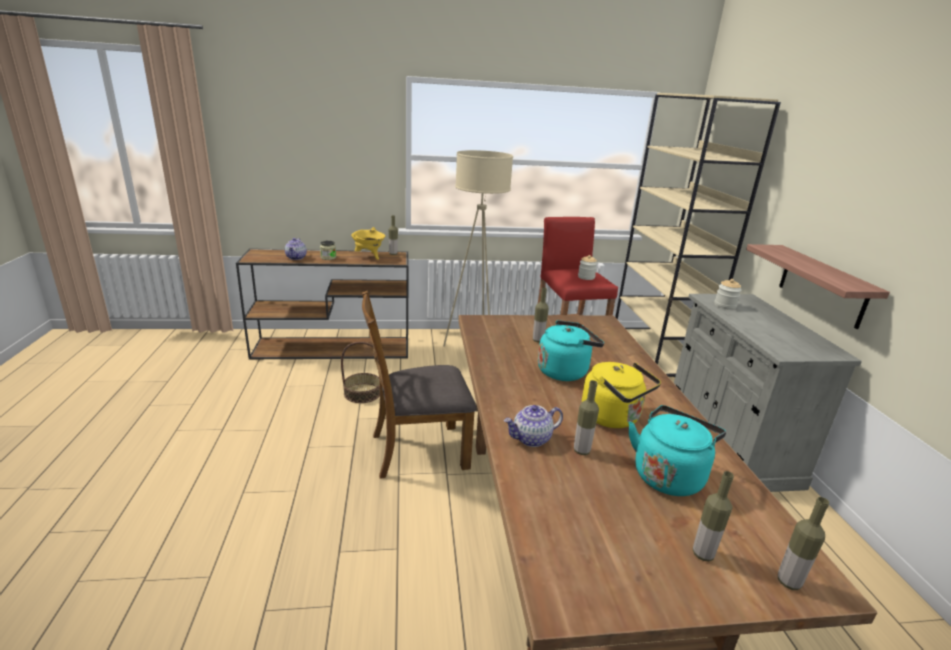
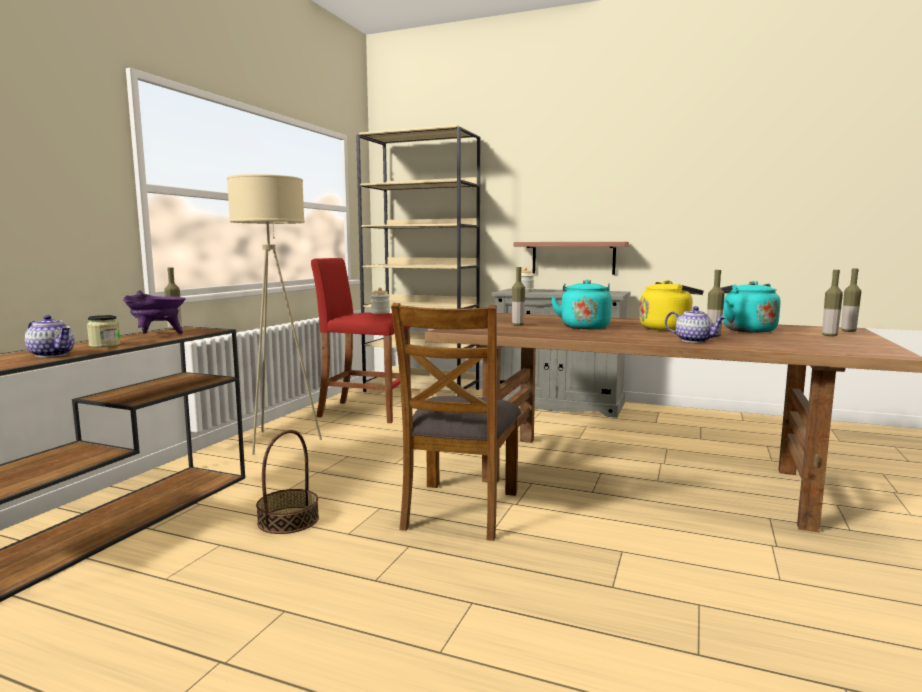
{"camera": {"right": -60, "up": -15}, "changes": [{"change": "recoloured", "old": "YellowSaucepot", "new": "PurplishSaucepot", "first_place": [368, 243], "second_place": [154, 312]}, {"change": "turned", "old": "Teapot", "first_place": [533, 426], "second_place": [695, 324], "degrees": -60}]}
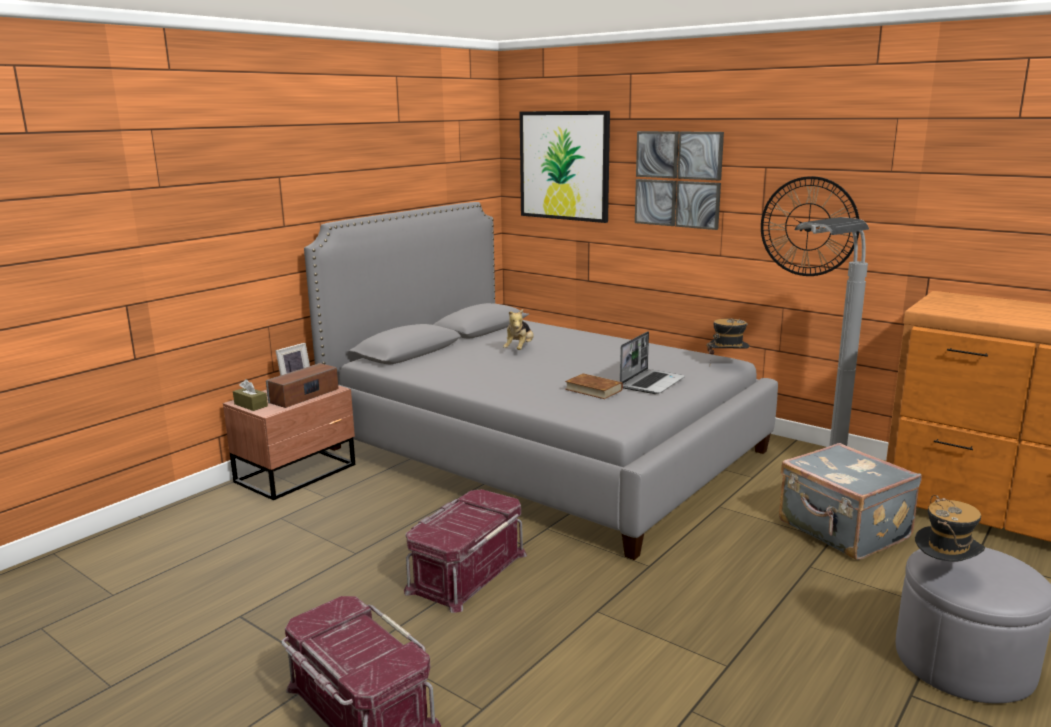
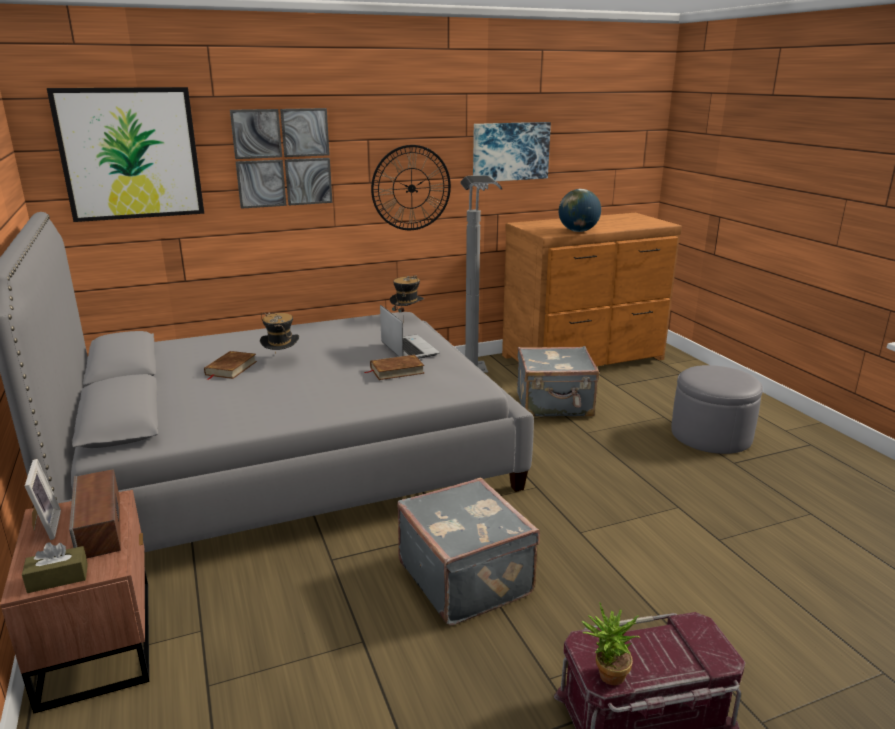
{"camera": {"right": -60, "up": 5}, "changes": [{"change": "added", "new": "Picture", "second_place": [512, 151]}, {"change": "added", "new": "Globe", "second_place": [580, 210]}, {"change": "added", "new": "PlantInAPot", "second_place": [610, 643]}, {"change": "moved", "old": "ClothingHat", "first_place": [950, 528], "second_place": [279, 333]}, {"change": "replaced", "old": "RedColouredStorageContainer", "new": "GraySuitcase", "first_place": [465, 551], "second_place": [468, 552]}, {"change": "replaced", "old": "SoftToy", "new": "BrownishVolume", "first_place": [518, 329], "second_place": [230, 365]}]}
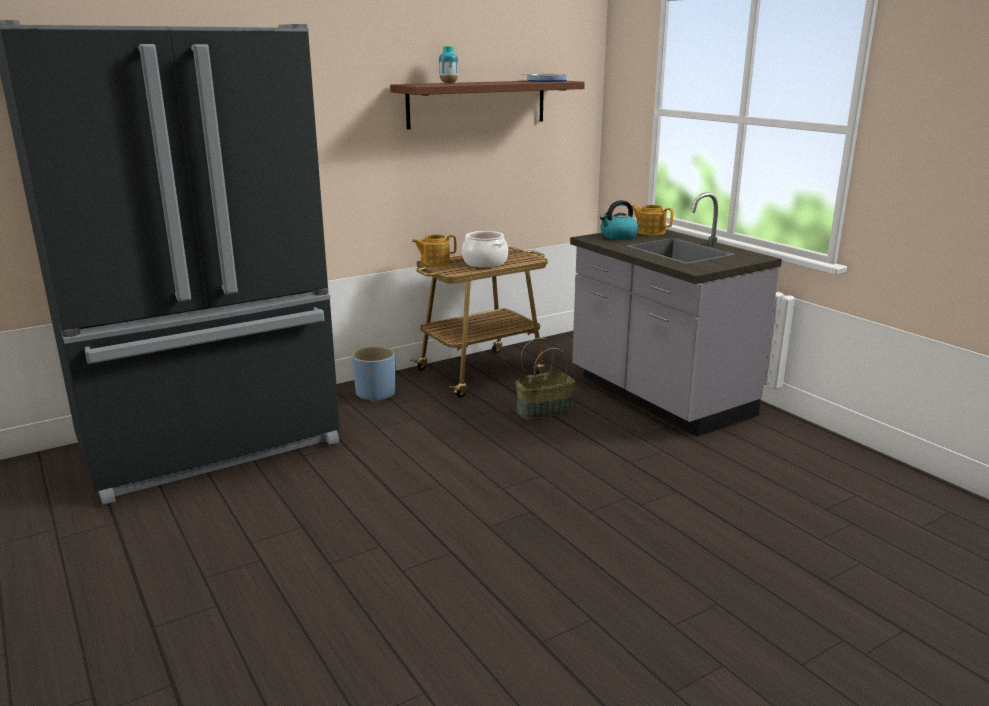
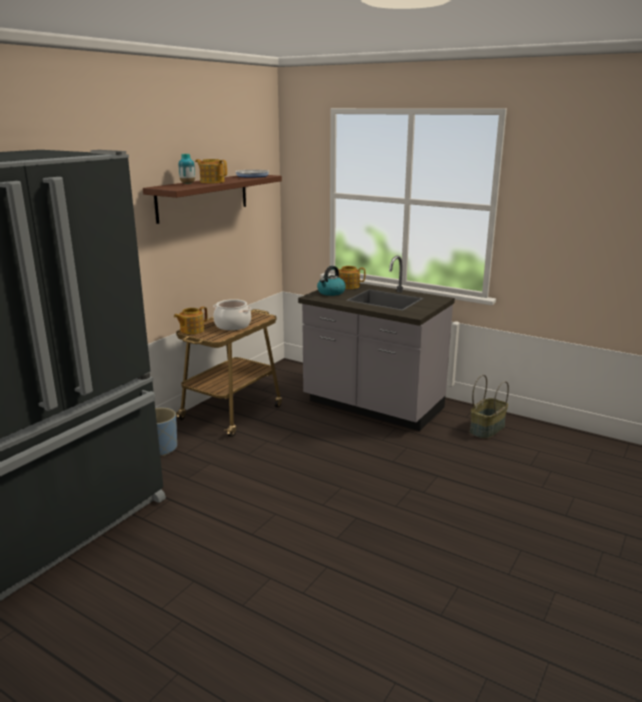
{"camera": {"right": -25, "up": 0}, "changes": [{"change": "added", "new": "Teapot", "second_place": [211, 171]}, {"change": "moved", "old": "HouseholdBasket", "first_place": [545, 379], "second_place": [489, 407]}]}
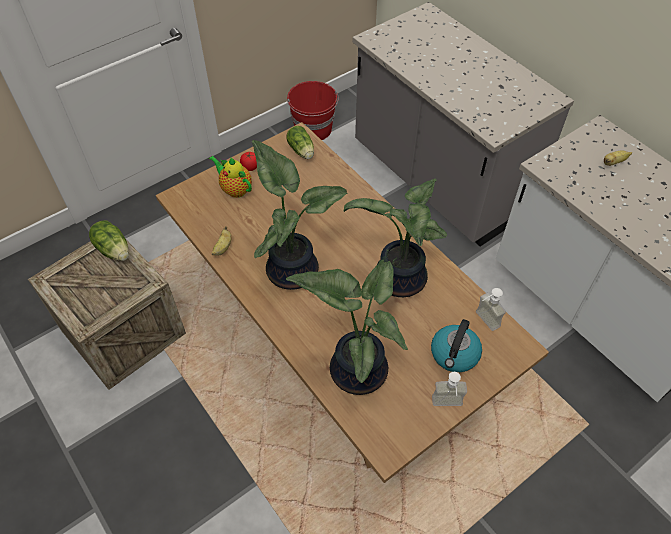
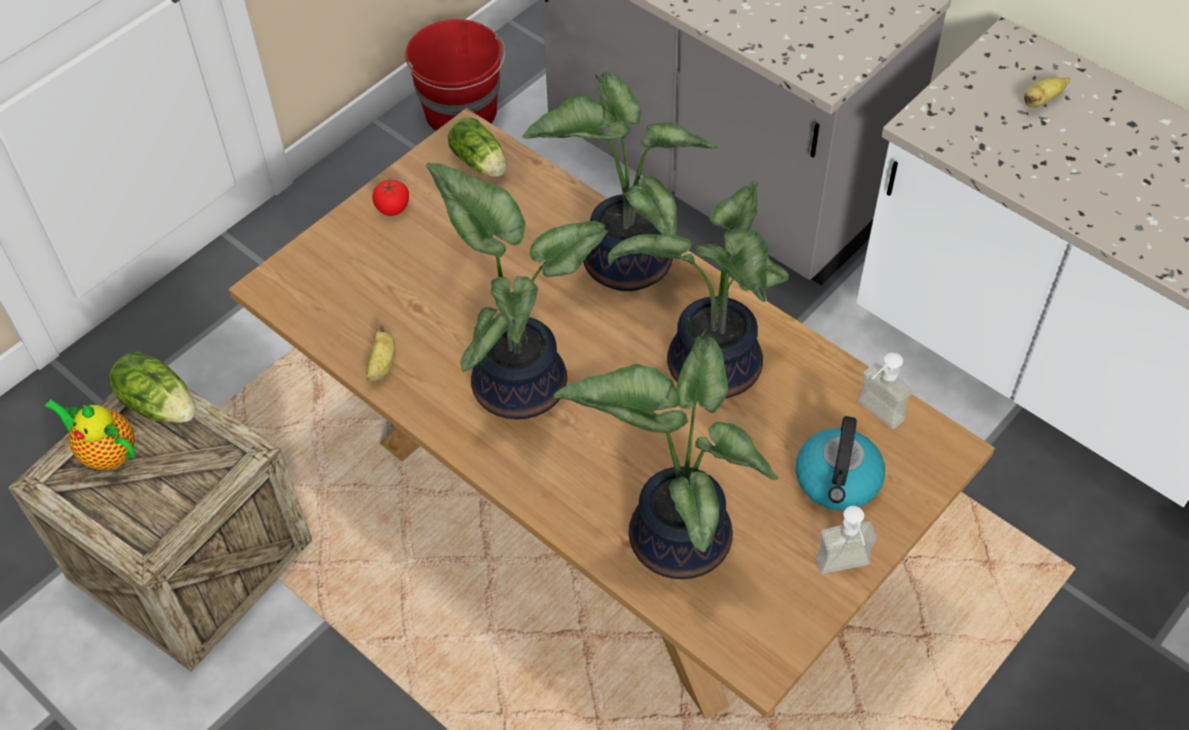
{"camera": {"right": -10, "up": 0}, "changes": [{"change": "added", "new": "PlantInAPot", "second_place": [620, 181]}, {"change": "moved", "old": "Teapot", "first_place": [230, 176], "second_place": [90, 434]}]}
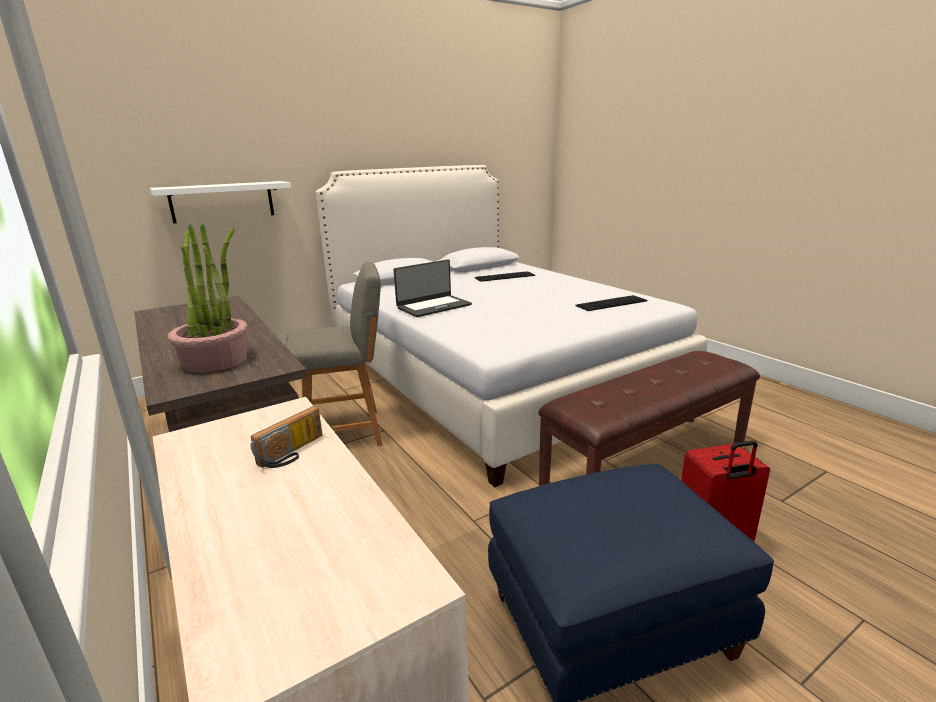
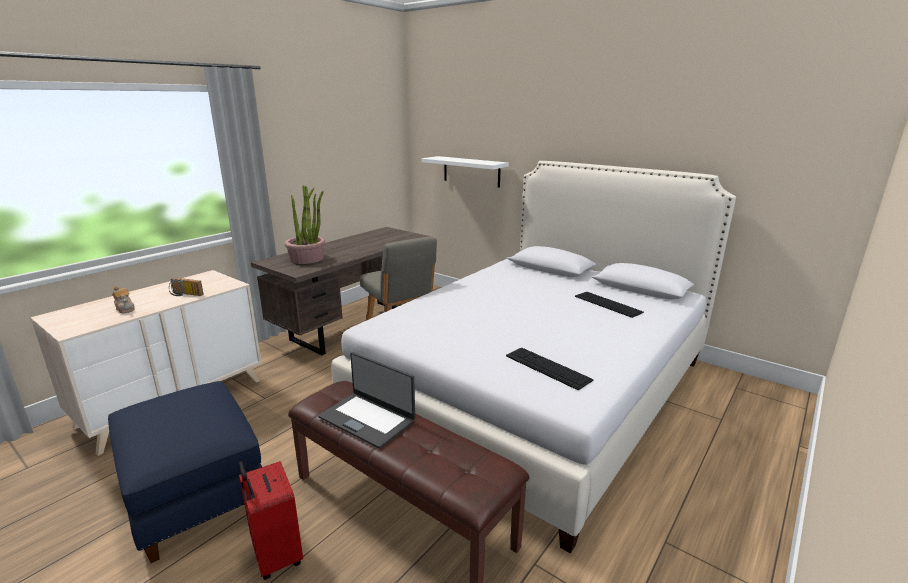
{"camera": {"right": 70, "up": 0}, "changes": [{"change": "added", "new": "Teapot", "second_place": [123, 299]}, {"change": "moved", "old": "PortableComputer", "first_place": [433, 288], "second_place": [366, 400]}]}
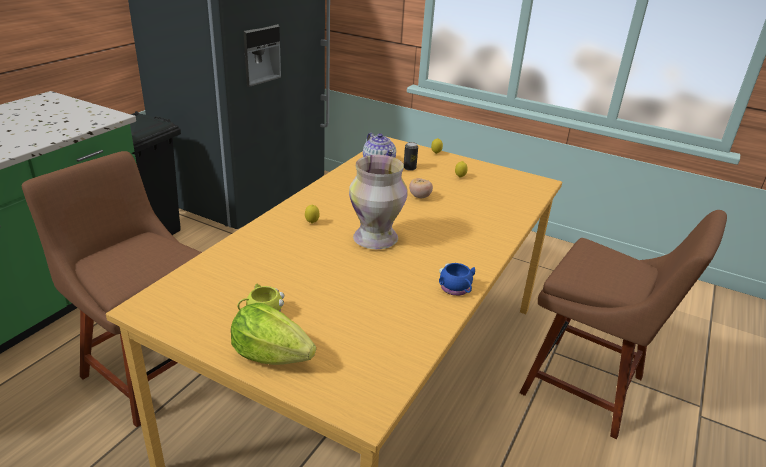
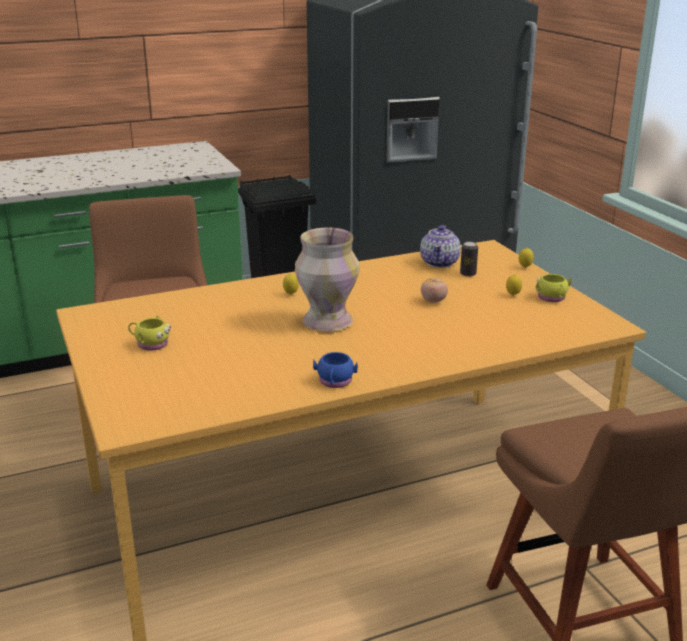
{"camera": {"right": 40, "up": -5}, "changes": [{"change": "removed", "old": "LettuceHead", "first_place": [273, 334]}, {"change": "added", "new": "YellowMug", "second_place": [553, 288]}]}
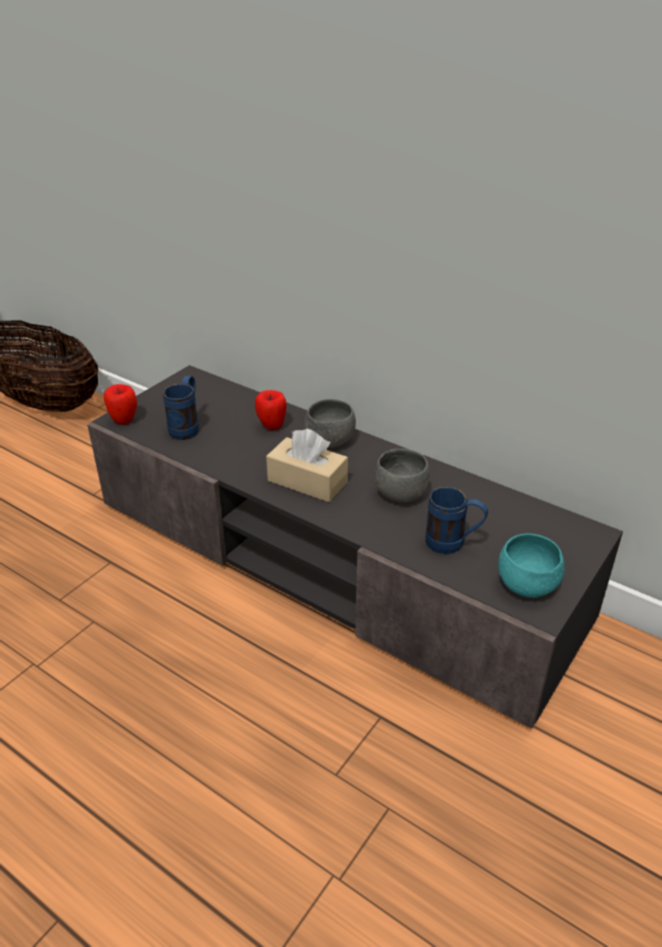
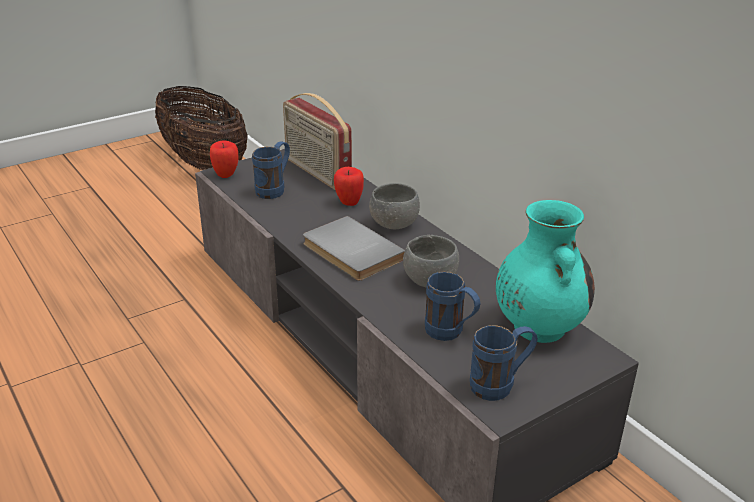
{"camera": {"right": 20, "up": -5}, "changes": [{"change": "added", "new": "Radio", "second_place": [317, 141]}, {"change": "added", "new": "TurquoiseDecorativeVase", "second_place": [545, 271]}, {"change": "replaced", "old": "SandColouredTissueHolder", "new": "GrayVolume", "first_place": [307, 465], "second_place": [354, 248]}, {"change": "replaced", "old": "TurquoiseBowl", "new": "BlueColouredMug", "first_place": [531, 565], "second_place": [504, 363]}]}
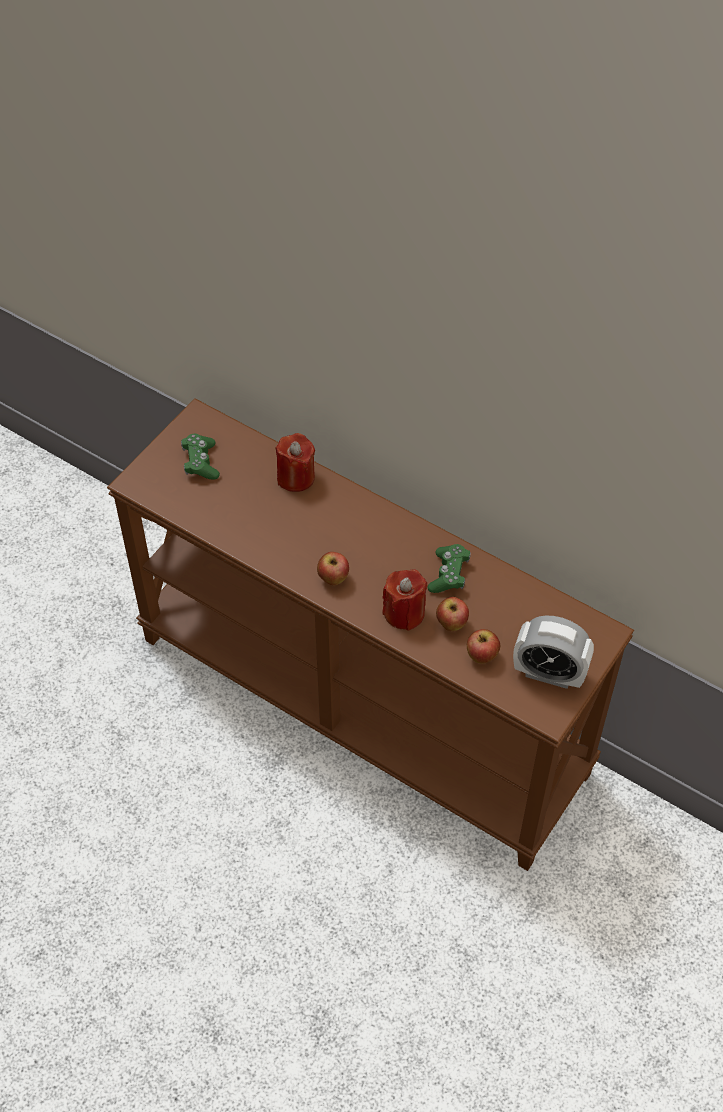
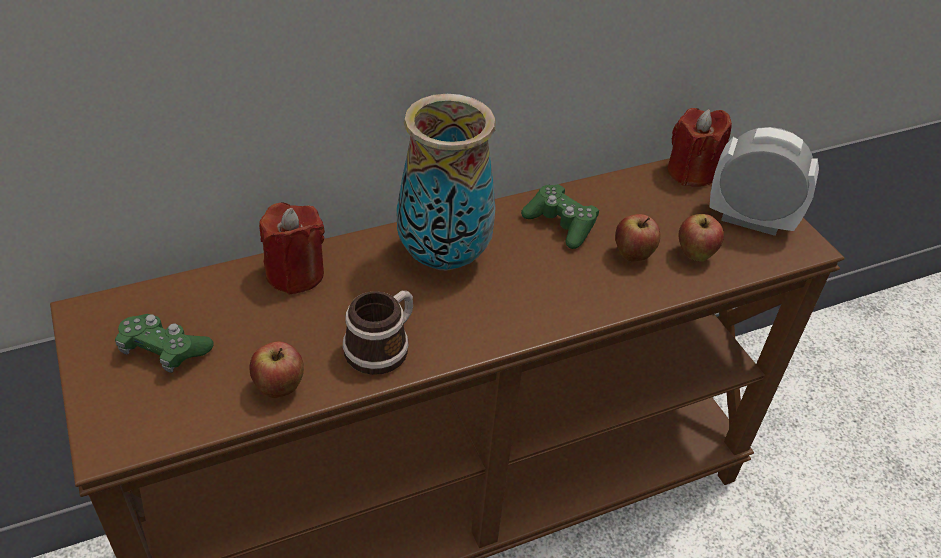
{"camera": {"right": -60, "up": -10}, "changes": [{"change": "added", "new": "Mug", "second_place": [378, 333]}, {"change": "added", "new": "DecorativeVase", "second_place": [446, 182]}, {"change": "moved", "old": "AppleFruit", "first_place": [333, 568], "second_place": [276, 369]}, {"change": "moved", "old": "RedColouredWaxCandle", "first_place": [404, 600], "second_place": [699, 147]}, {"change": "turned", "old": "TableClock", "first_place": [553, 652], "second_place": [764, 181], "degrees": -120}]}
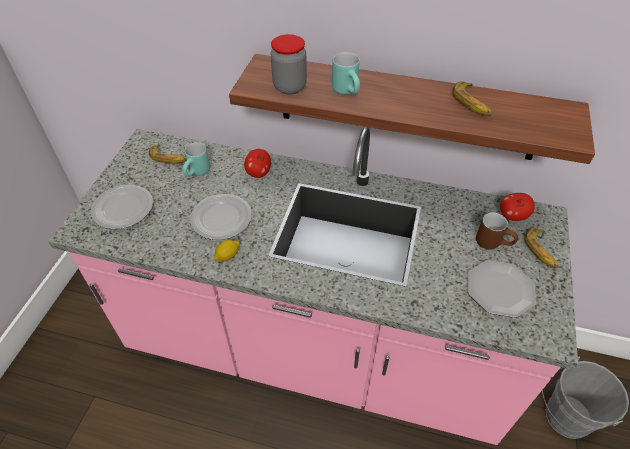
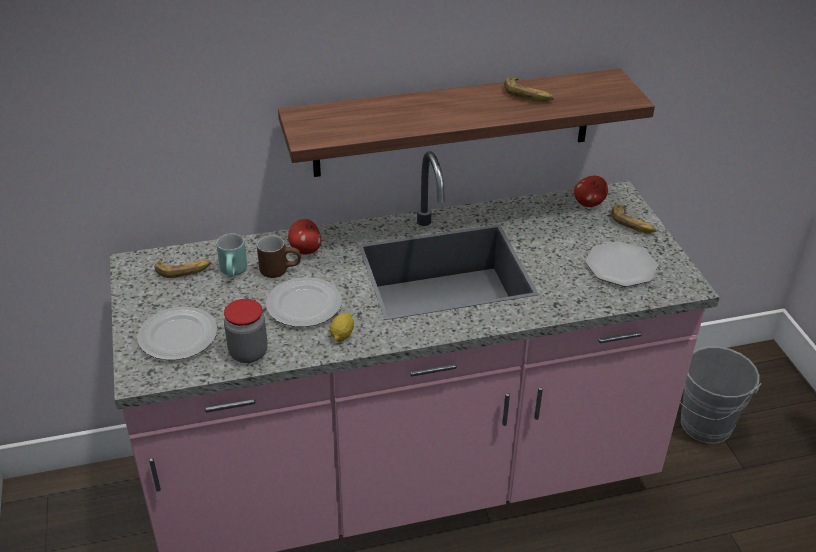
{"camera": {"right": -30, "up": -10}, "changes": [{"change": "removed", "old": "TurquoiseMug", "first_place": [346, 73]}, {"change": "moved", "old": "Jar", "first_place": [289, 64], "second_place": [246, 331]}, {"change": "moved", "old": "BrownishMug", "first_place": [497, 231], "second_place": [279, 256]}]}
